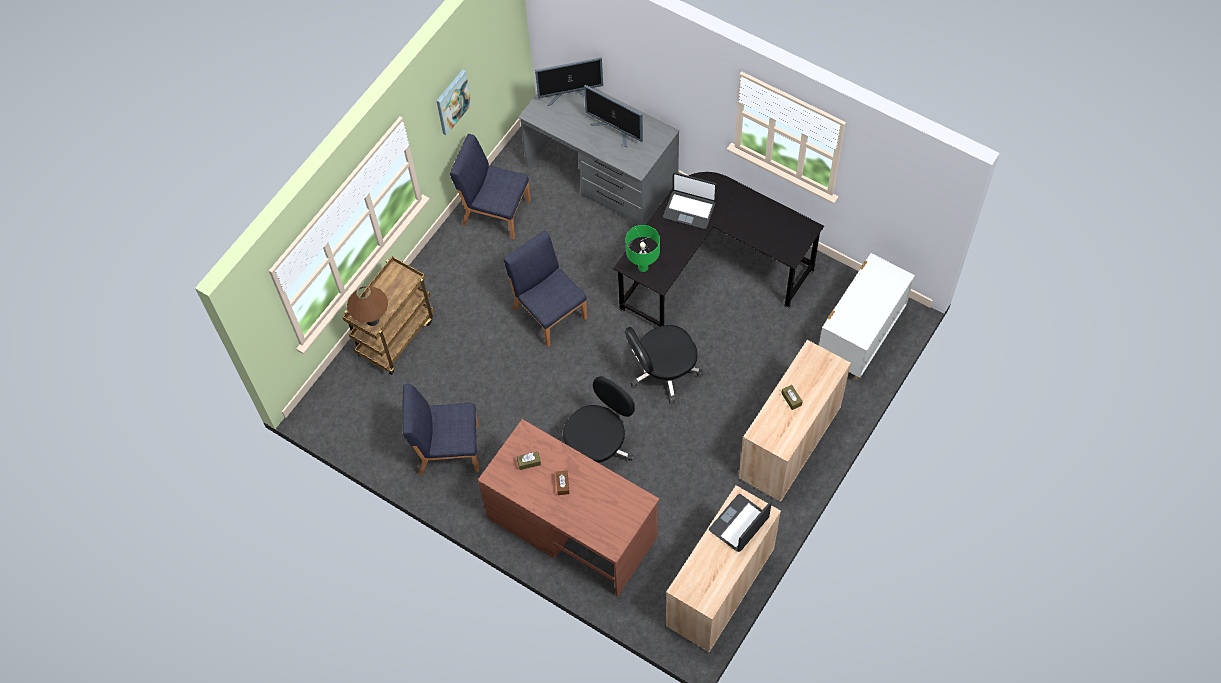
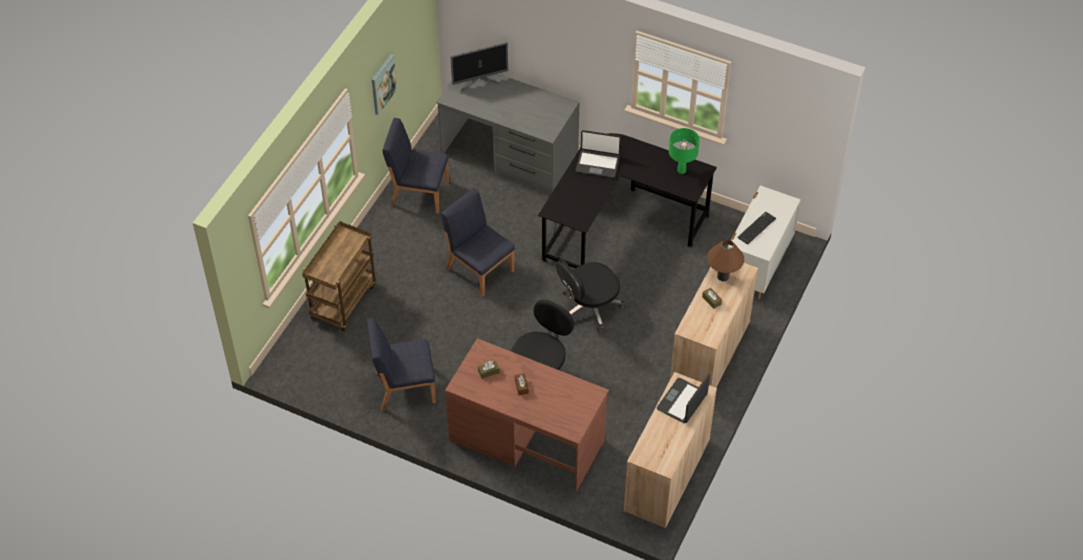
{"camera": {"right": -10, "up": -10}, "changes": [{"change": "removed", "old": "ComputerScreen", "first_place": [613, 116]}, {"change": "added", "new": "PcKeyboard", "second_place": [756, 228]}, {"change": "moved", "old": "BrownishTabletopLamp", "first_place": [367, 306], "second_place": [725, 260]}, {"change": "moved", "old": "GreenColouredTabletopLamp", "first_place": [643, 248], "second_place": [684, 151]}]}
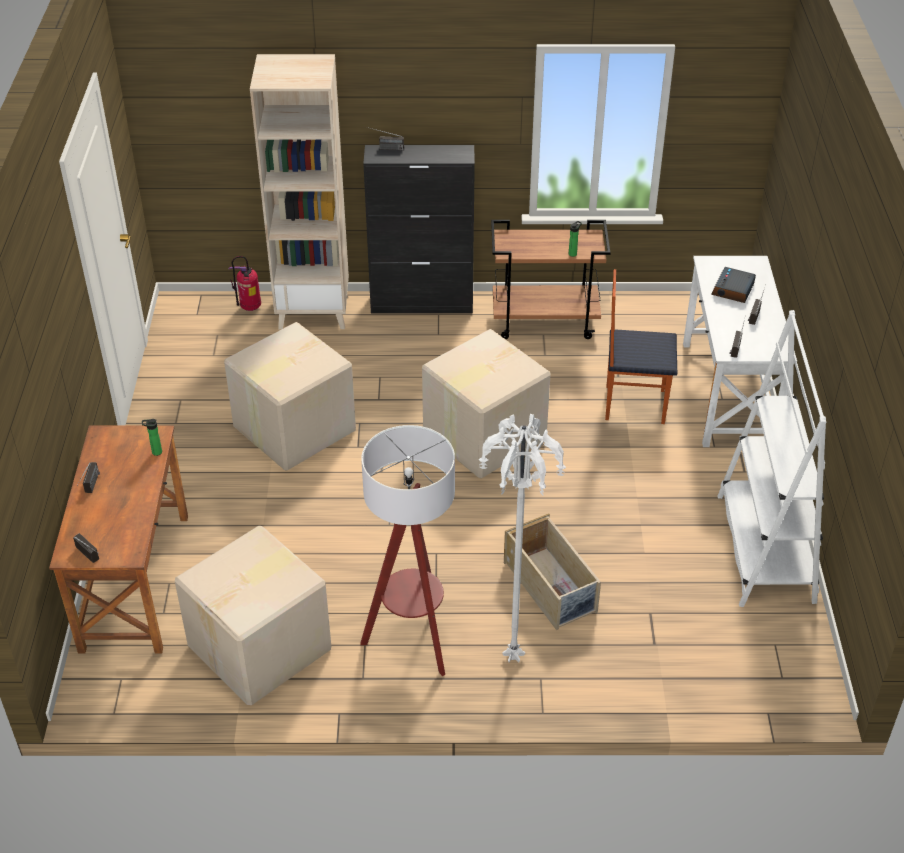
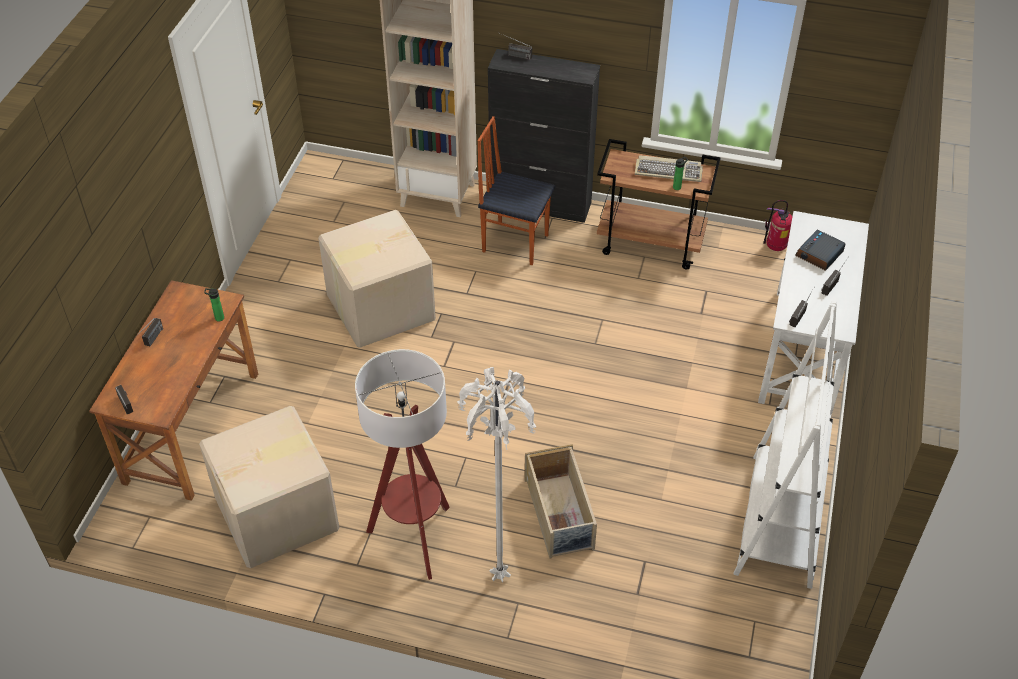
{"camera": {"right": 15, "up": 5}, "changes": [{"change": "removed", "old": "CardboardBox", "first_place": [486, 403]}, {"change": "added", "new": "PcKeyboard", "second_place": [669, 168]}, {"change": "moved", "old": "FireFightingCylinder", "first_place": [244, 283], "second_place": [777, 225]}, {"change": "moved", "old": "UprightChair", "first_place": [641, 346], "second_place": [516, 190]}]}
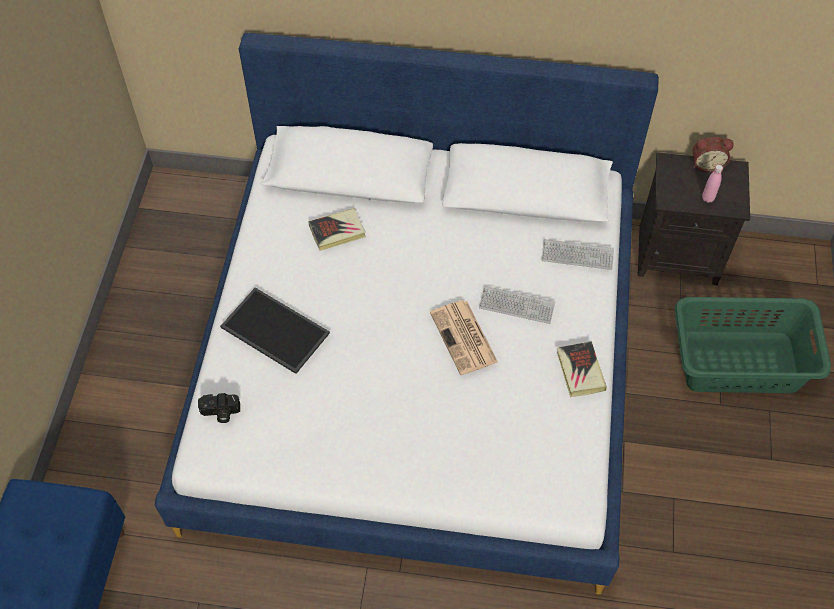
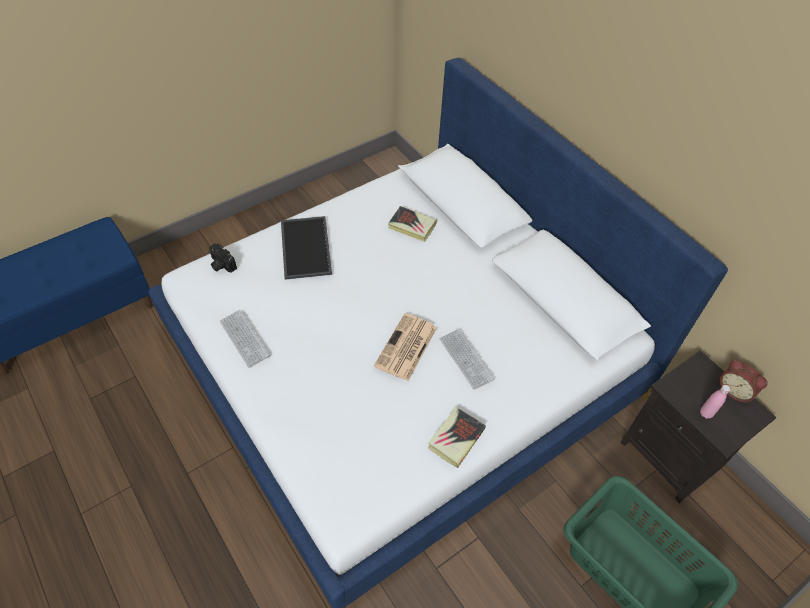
{"camera": {"right": 45, "up": -5}, "changes": [{"change": "moved", "old": "PcKeyboard", "first_place": [577, 254], "second_place": [245, 339]}]}
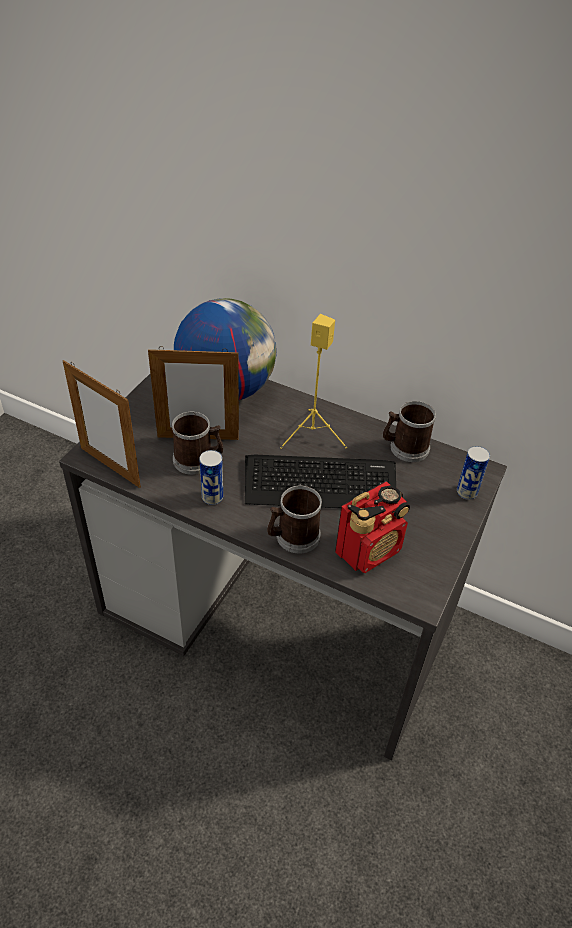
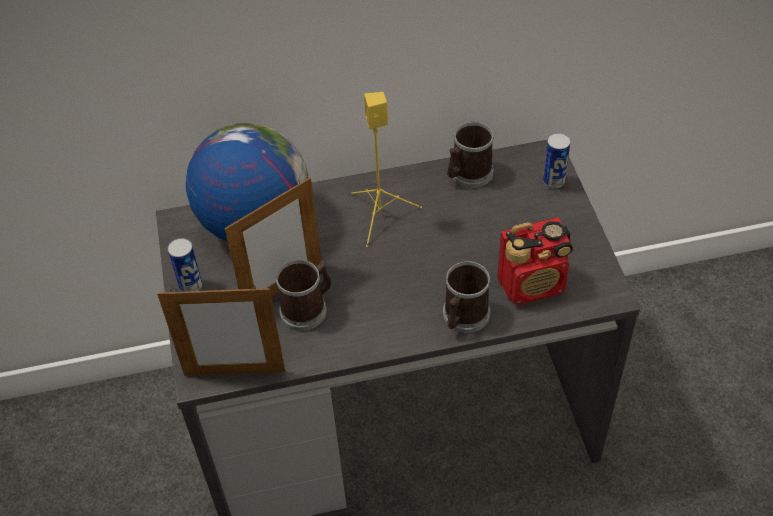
{"camera": {"right": -35, "up": 5}, "changes": [{"change": "removed", "old": "PcKeyboard", "first_place": [320, 482]}, {"change": "moved", "old": "SealedCan", "first_place": [211, 477], "second_place": [185, 265]}, {"change": "turned", "old": "Radio", "first_place": [372, 527], "second_place": [535, 261], "degrees": 60}]}
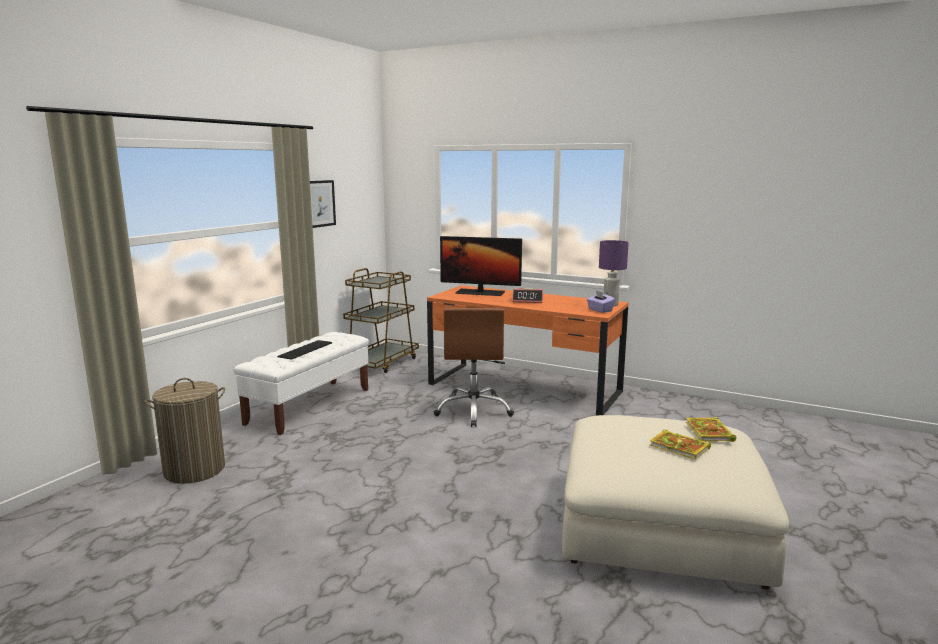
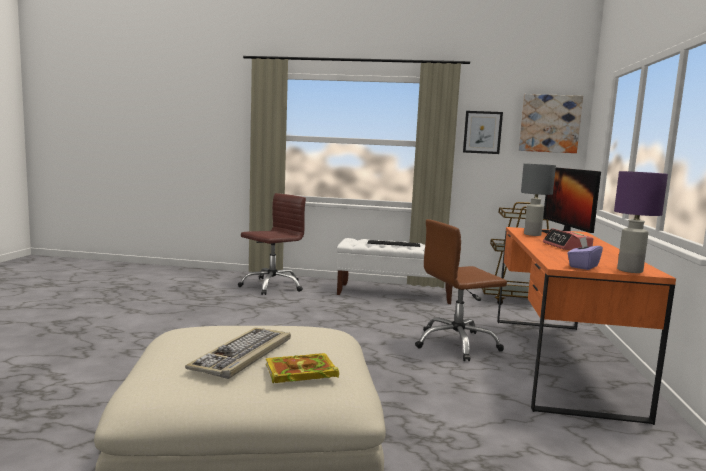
{"camera": {"right": 70, "up": -5}, "changes": [{"change": "added", "new": "Picture", "second_place": [551, 123]}, {"change": "added", "new": "GrayTabletopLamp", "second_place": [538, 200]}, {"change": "replaced", "old": "WashingBasket", "new": "BrownishComputerChair", "first_place": [185, 431], "second_place": [272, 244]}, {"change": "replaced", "old": "Volume", "new": "PcKeyboard", "first_place": [680, 444], "second_place": [238, 353]}]}
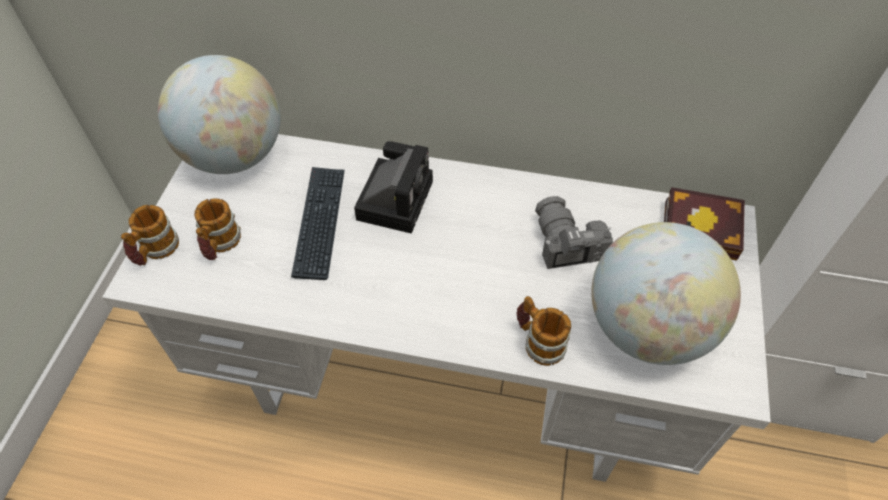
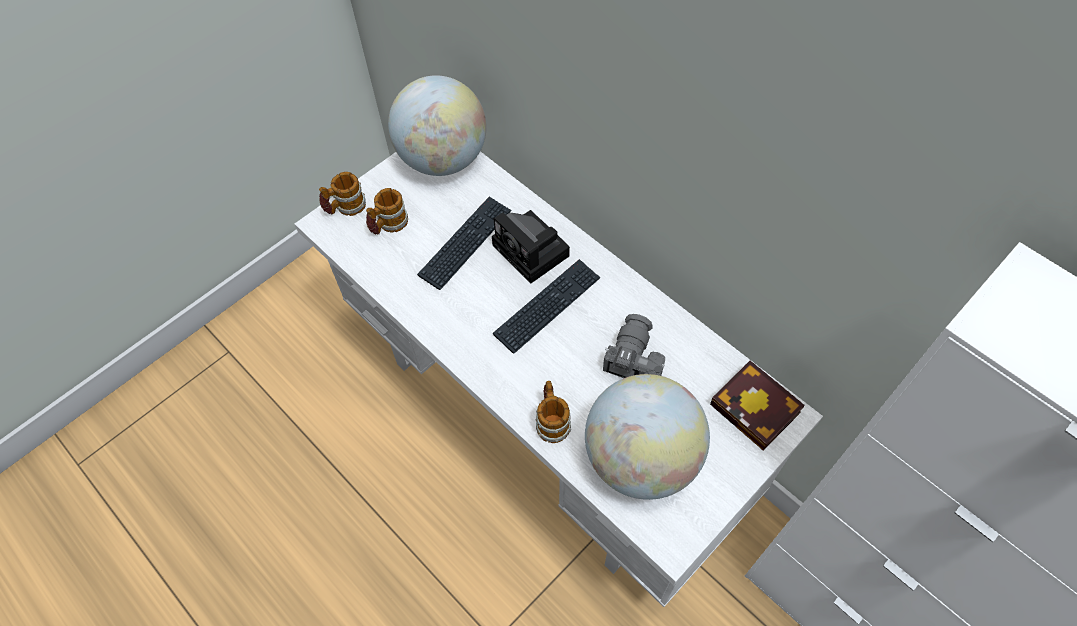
{"camera": {"right": 35, "up": 5}, "changes": [{"change": "added", "new": "PcKeyboard", "second_place": [547, 306]}, {"change": "turned", "old": "StillCamera", "first_place": [393, 187], "second_place": [531, 246], "degrees": 90}]}
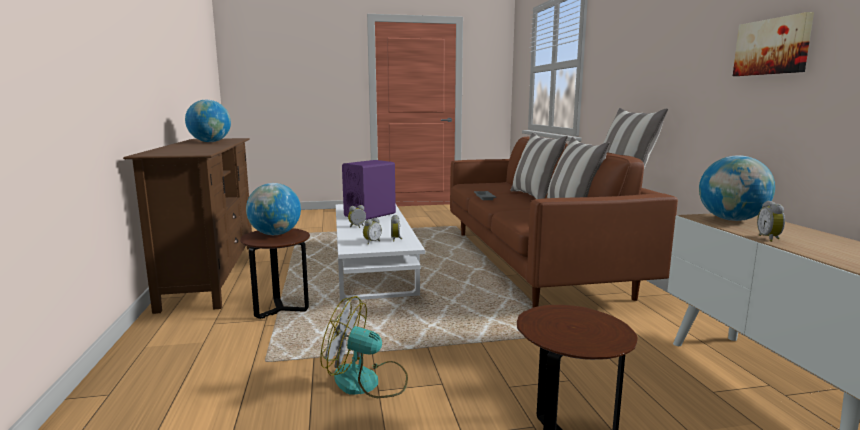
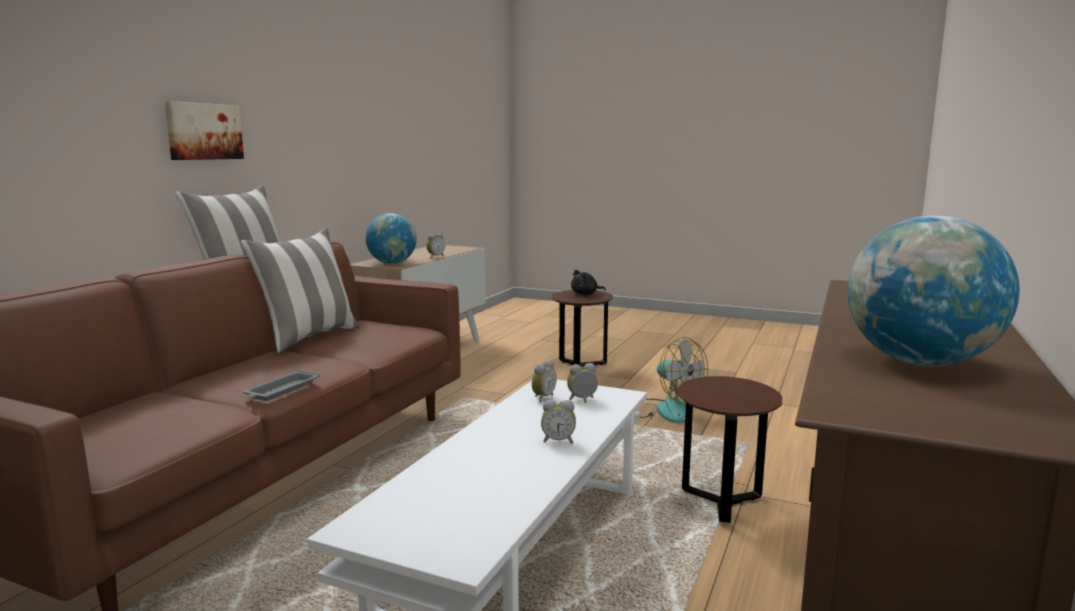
{"camera": {"right": -145, "up": 0}, "changes": [{"change": "removed", "old": "Globe", "first_place": [273, 209]}, {"change": "removed", "old": "PurplishAudioSpeaker", "first_place": [369, 190]}, {"change": "removed", "old": "Pillow", "first_place": [539, 165]}, {"change": "added", "new": "BlackishSoftToy", "second_place": [588, 282]}, {"change": "moved", "old": "Picture", "first_place": [773, 44], "second_place": [204, 130]}]}
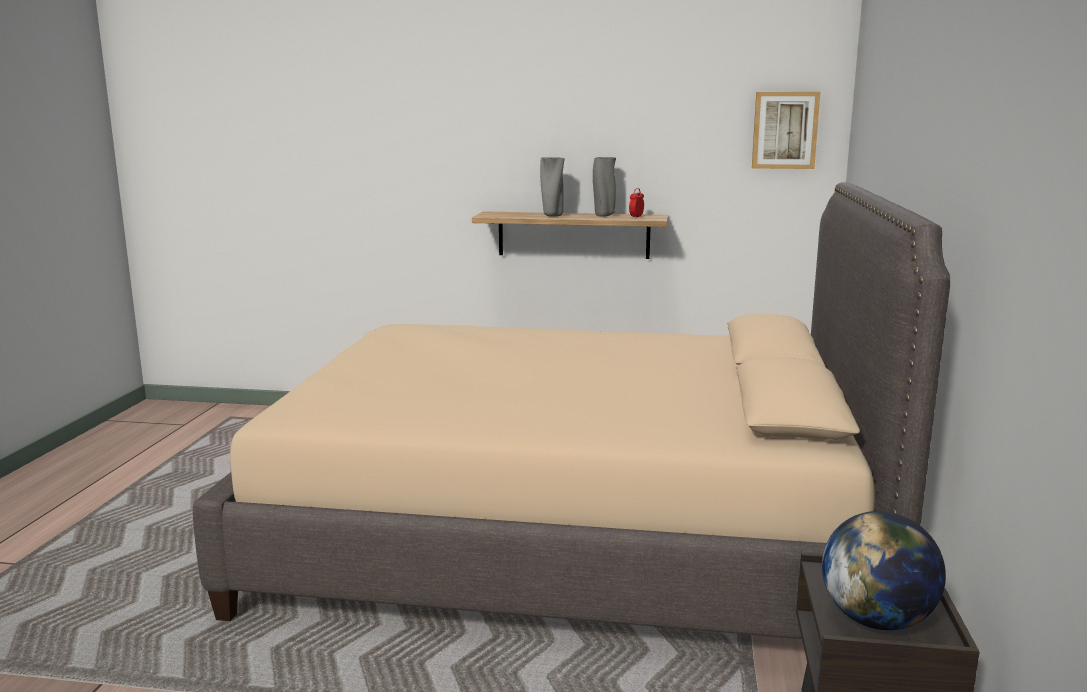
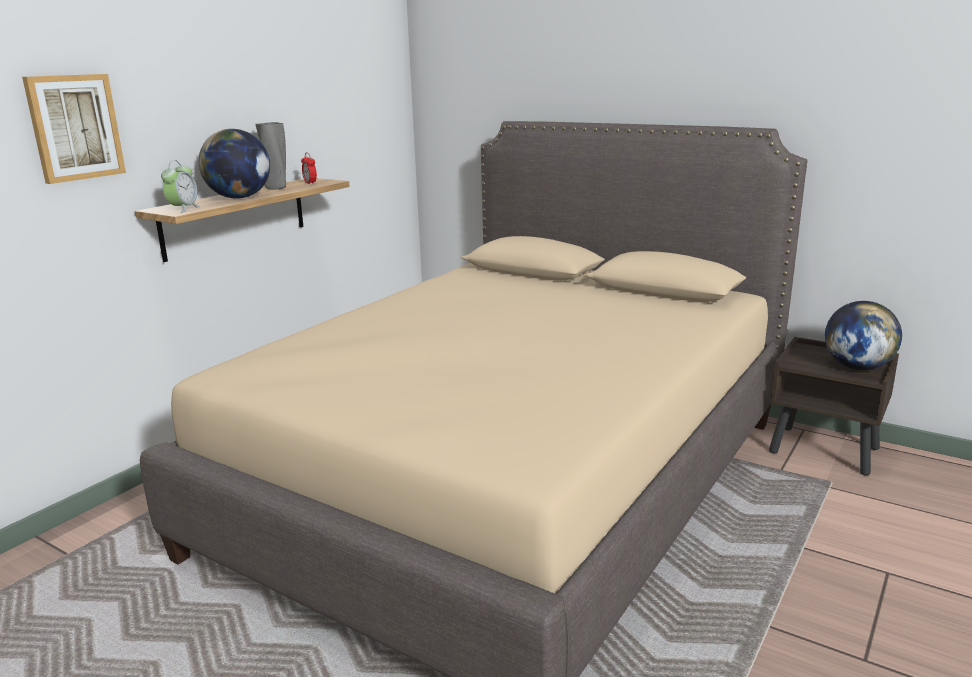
{"camera": {"right": -65, "up": 5}, "changes": [{"change": "added", "new": "TableClock", "second_place": [181, 186]}, {"change": "moved", "old": "Picture", "first_place": [786, 130], "second_place": [74, 129]}, {"change": "replaced", "old": "GrayDecorativeVase", "new": "Globe", "first_place": [552, 187], "second_place": [234, 164]}]}
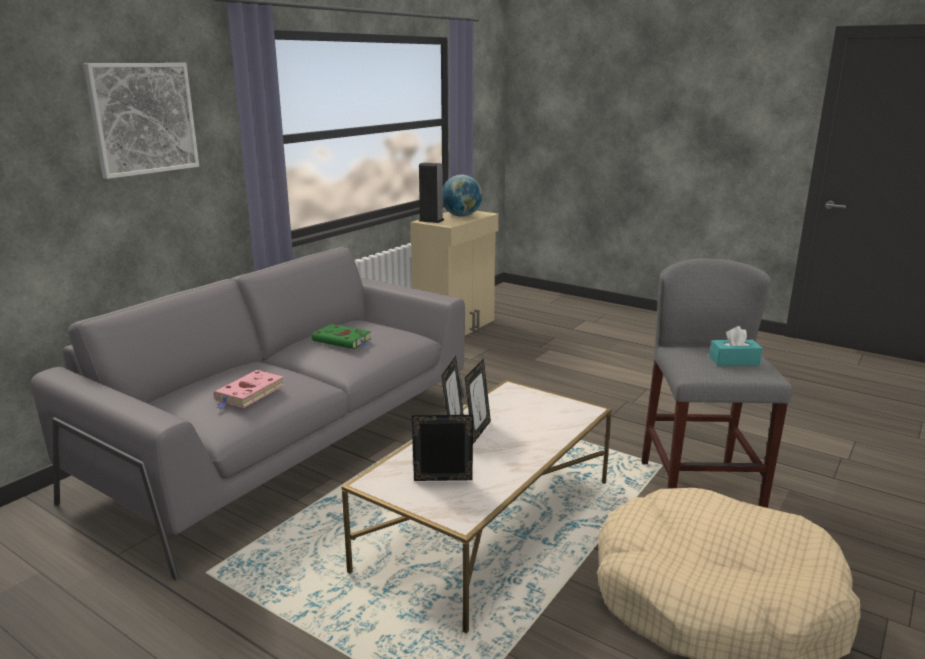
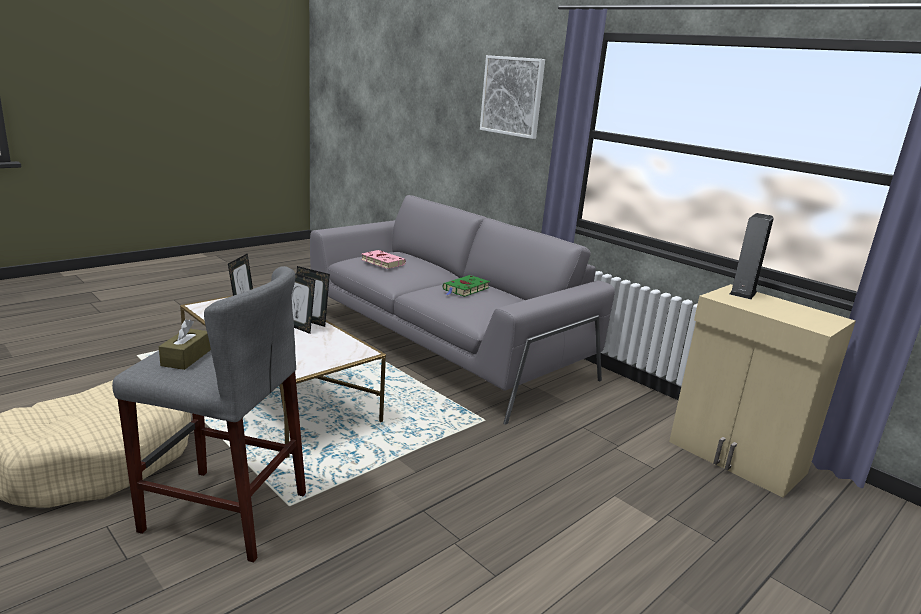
{"camera": {"right": 100, "up": 0}, "changes": [{"change": "removed", "old": "Globe", "first_place": [462, 196]}, {"change": "recoloured", "old": "TurquoiseTissueHolder", "new": "BrownishTissueHolder", "first_place": [736, 346], "second_place": [185, 344]}]}
